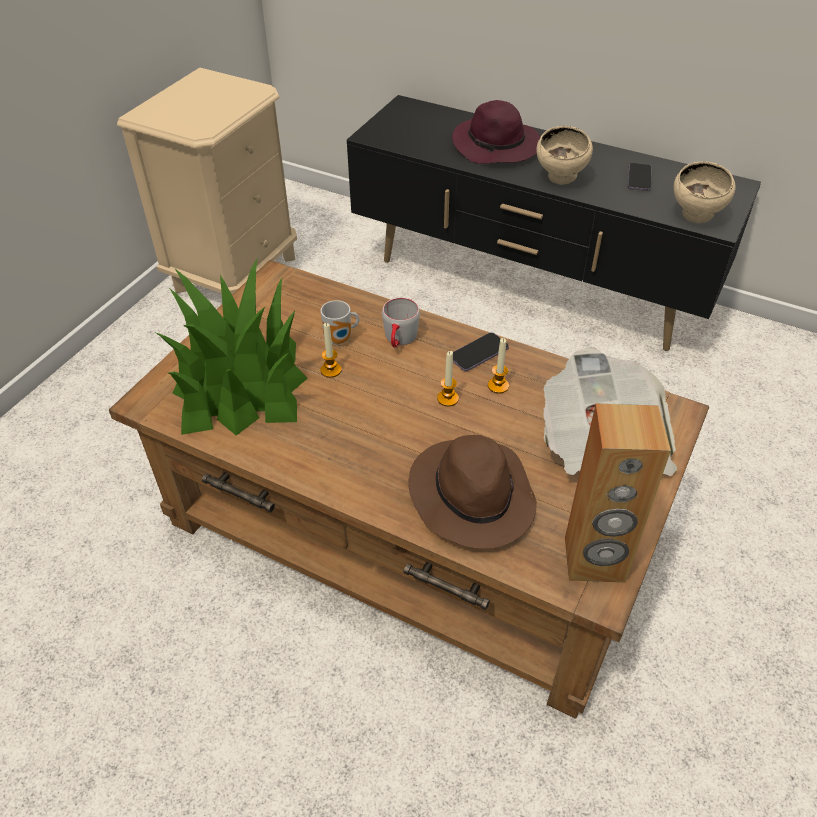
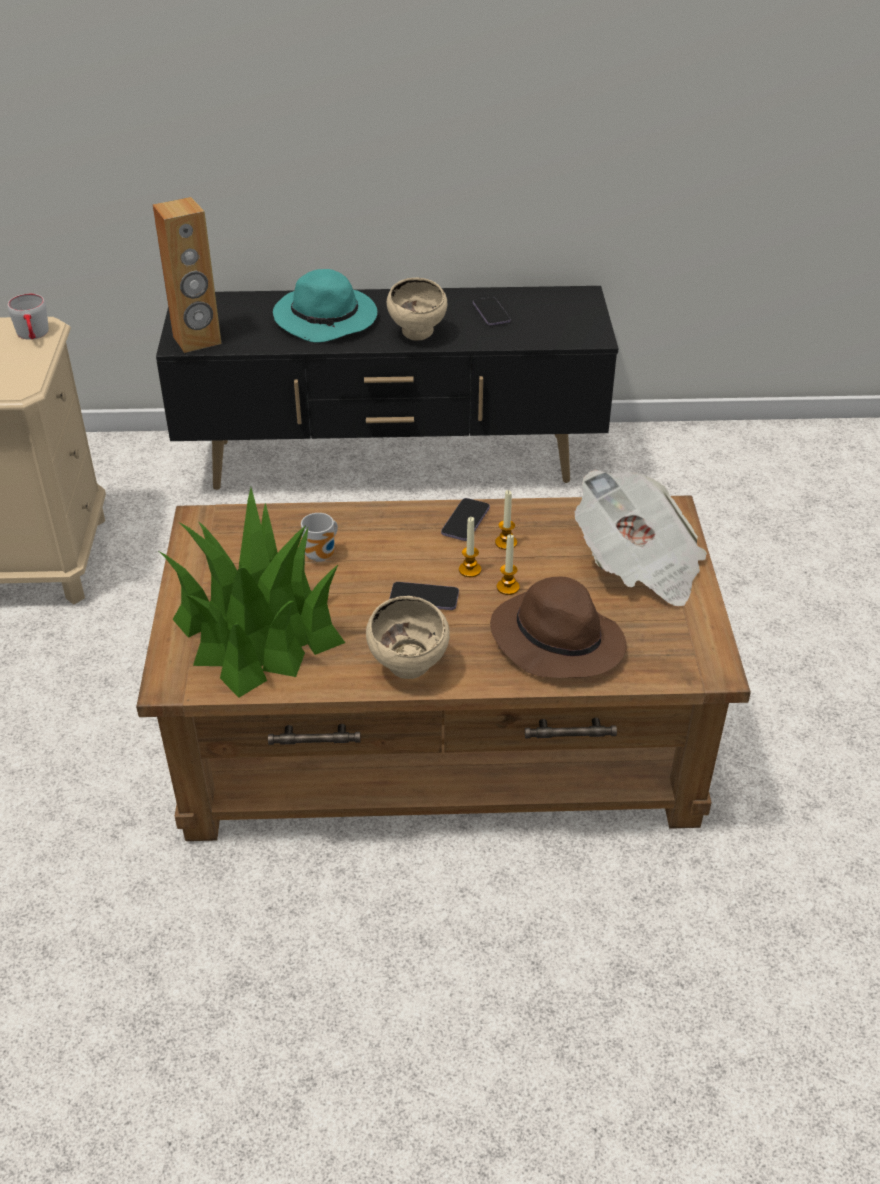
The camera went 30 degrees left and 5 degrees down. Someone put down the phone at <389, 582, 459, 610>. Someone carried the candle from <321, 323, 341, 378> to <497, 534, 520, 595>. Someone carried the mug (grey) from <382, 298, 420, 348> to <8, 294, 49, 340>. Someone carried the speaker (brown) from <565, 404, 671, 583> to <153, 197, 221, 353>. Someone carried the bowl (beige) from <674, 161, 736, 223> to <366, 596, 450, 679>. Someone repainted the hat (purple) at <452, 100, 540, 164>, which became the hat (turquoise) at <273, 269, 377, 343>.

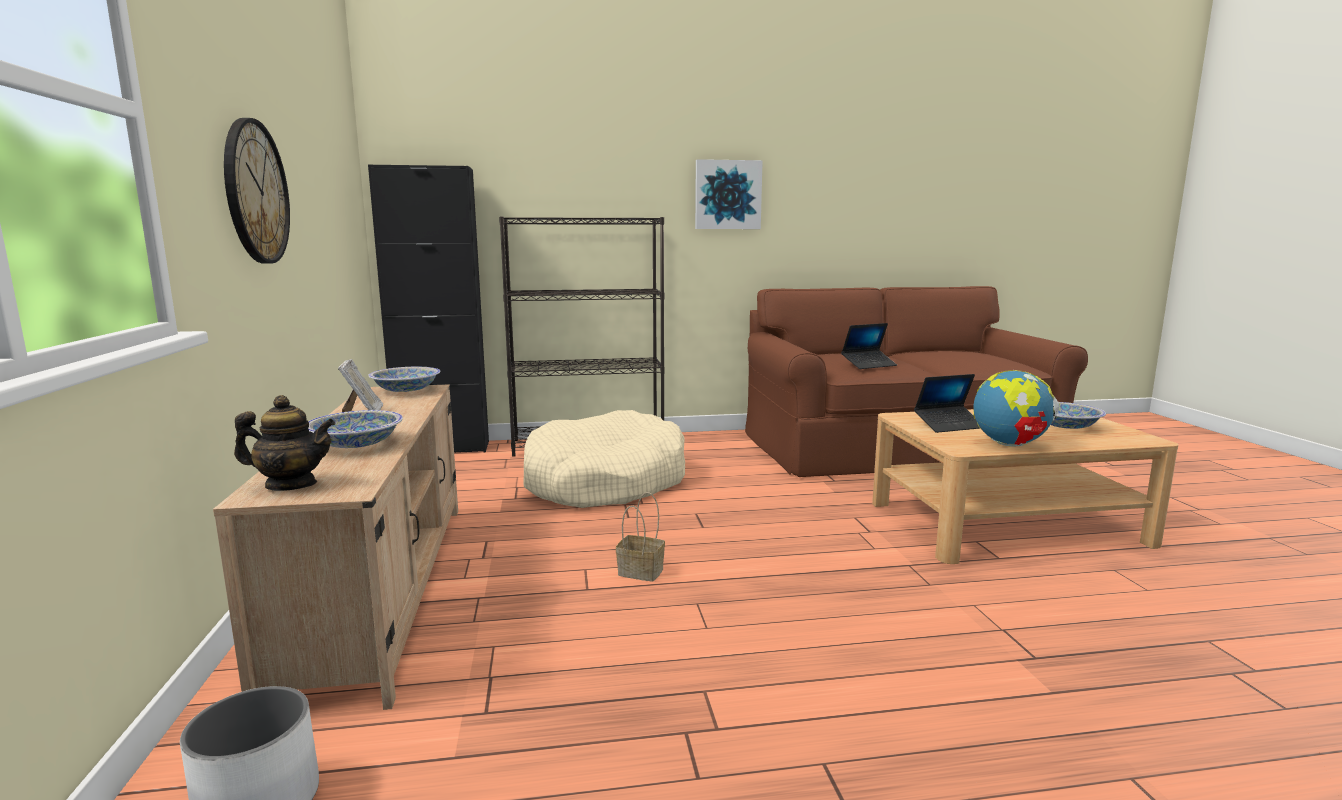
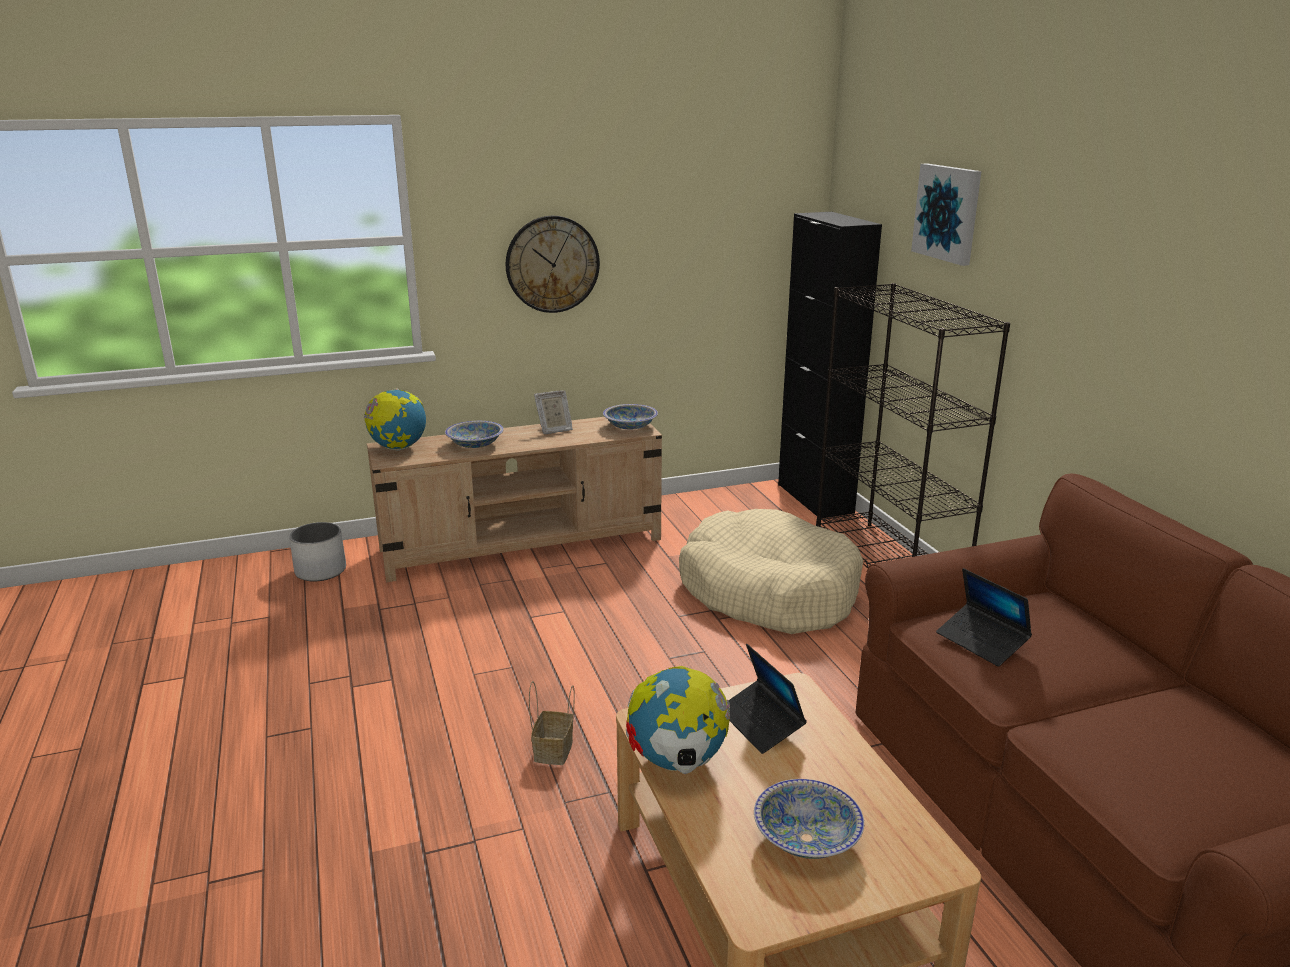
The camera went 80 degrees right and 10 degrees up. Someone carried the basket from <616, 492, 665, 582> to <529, 681, 575, 765>. Someone carried the picture from <695, 159, 763, 229> to <911, 164, 981, 266>. Someone swapped the teapot at <234, 395, 335, 491> for the globe at <364, 388, 426, 451>.

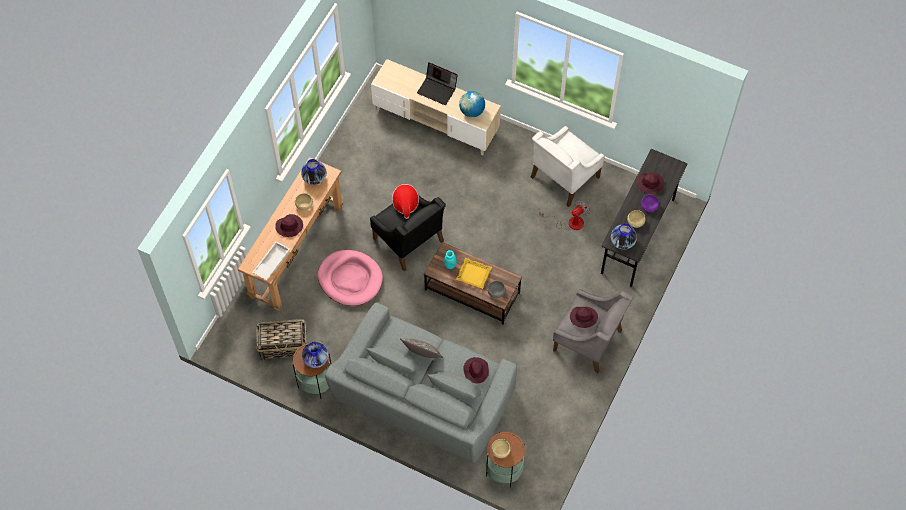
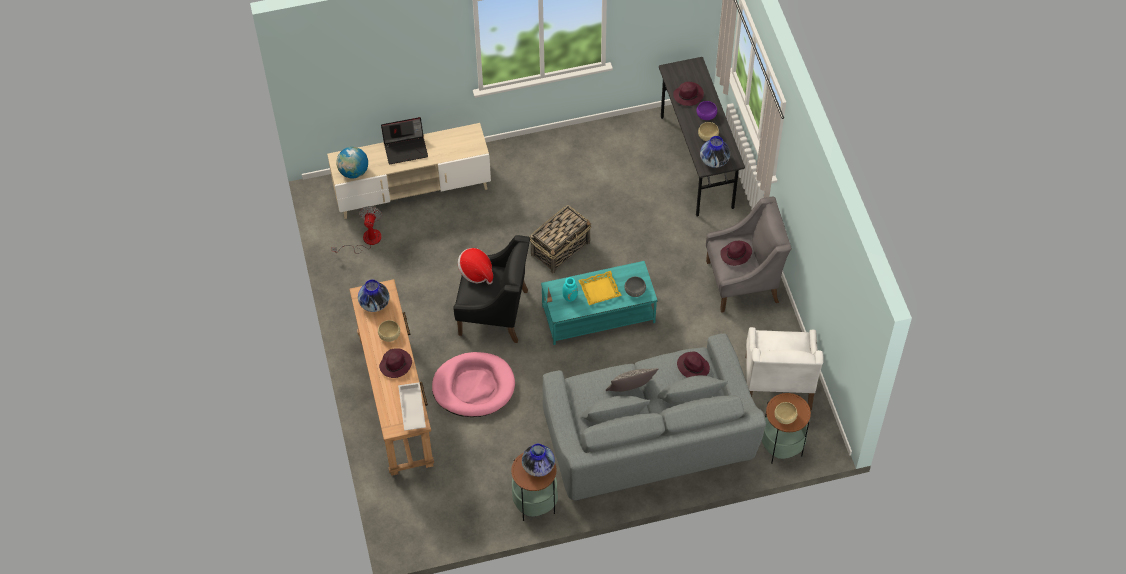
The camera went 40 degrees left and 5 degrees down. Someone carried the basket from <256, 319, 307, 361> to <529, 205, 591, 273>. Someone carried the globe from <459, 91, 485, 117> to <336, 147, 368, 178>. Someone carried the armchair (white) from <531, 126, 605, 207> to <745, 327, 824, 411>. Someone carried the fan from <540, 199, 590, 230> to <331, 206, 382, 254>. Someone repainted the coffee table (brown) at <424, 242, 522, 324>, which became the coffee table (turquoise) at <541, 261, 658, 345>.

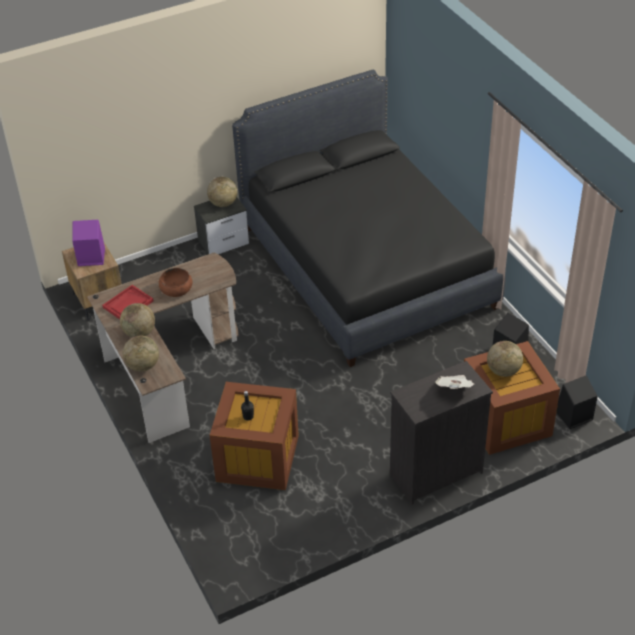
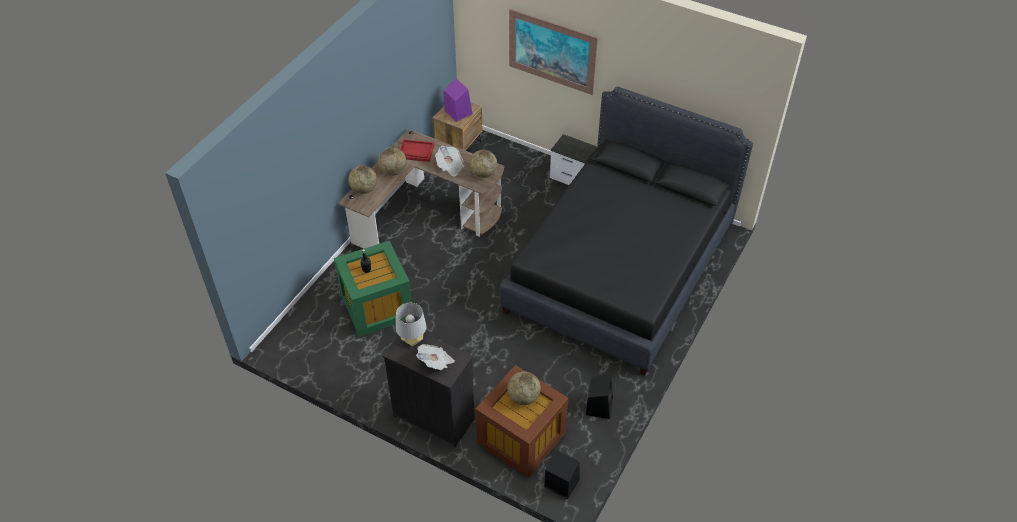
The camera went 55 degrees right and 5 degrees up. Someone put down the table lamp (grey) at <396, 303, 426, 346>. Someone put up the picture at <509, 9, 598, 95>. Someone carried the globe from <207, 177, 237, 207> to <469, 150, 497, 178>. Someone swapped the bowl (brown) at <159, 268, 192, 297> for the newspaper at <435, 146, 464, 177>. Someone repainted the storage box (brown) at <209, 382, 299, 490>, which became the storage box (green) at <334, 241, 412, 337>.

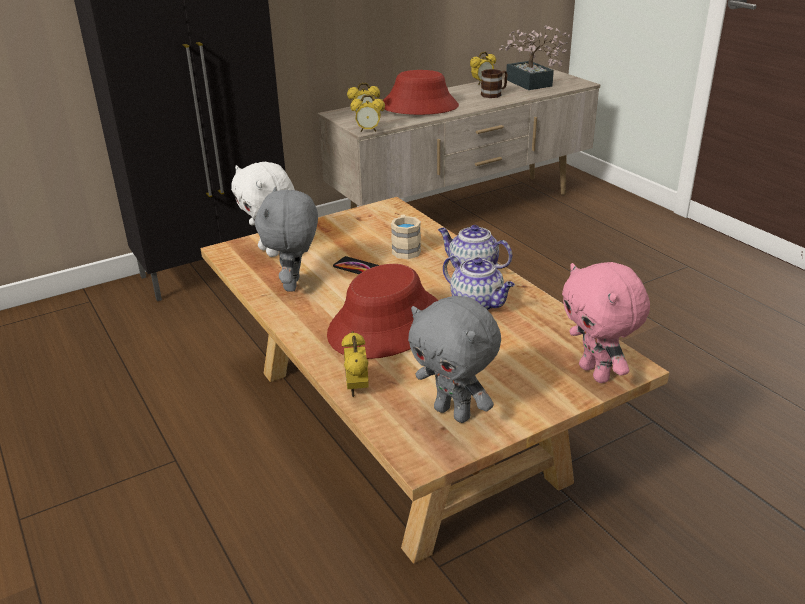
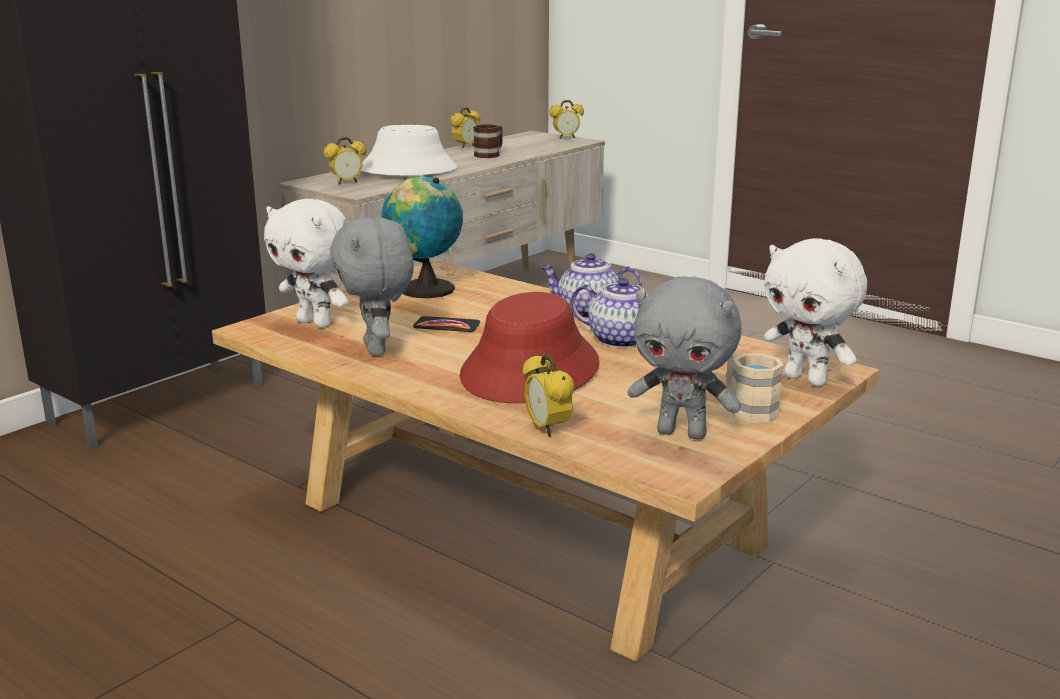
The camera went 20 degrees left and 10 degrees down. Someone took away the potted plant at <499, 25, 571, 90>. Someone put down the globe at <381, 176, 463, 298>. Someone carried the alarm clock from <350, 95, 385, 132> to <549, 100, 584, 139>. Someone carried the mug (beige) from <391, 215, 421, 259> to <726, 353, 784, 423>. Someone repainted the hat (red) at <383, 70, 459, 115>, which became the hat (white) at <361, 125, 457, 175>. Someone repainted the plush toy (pink) at <562, 262, 650, 383>, which became the plush toy (white) at <764, 238, 867, 386>.

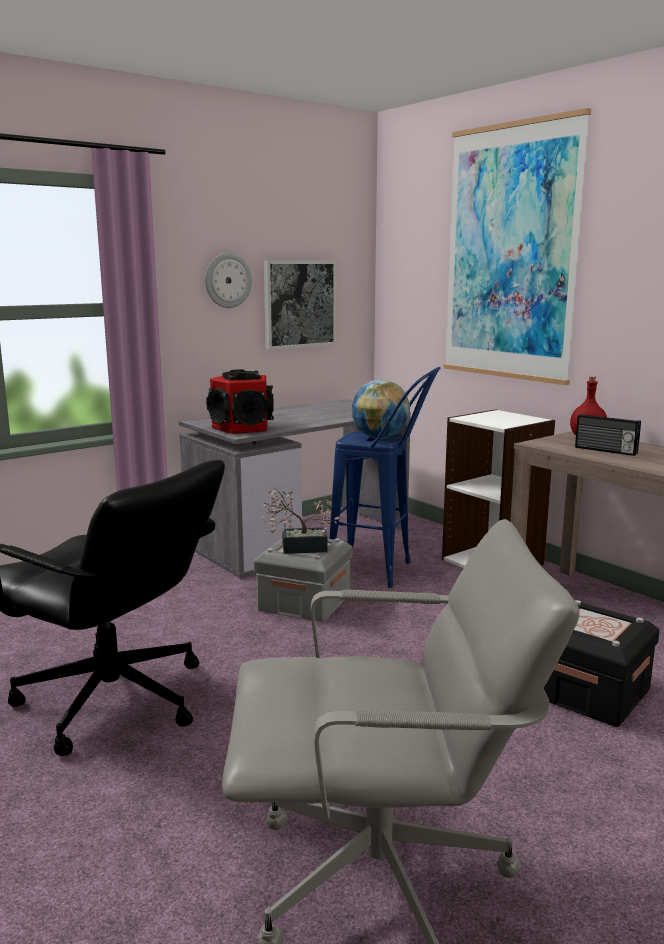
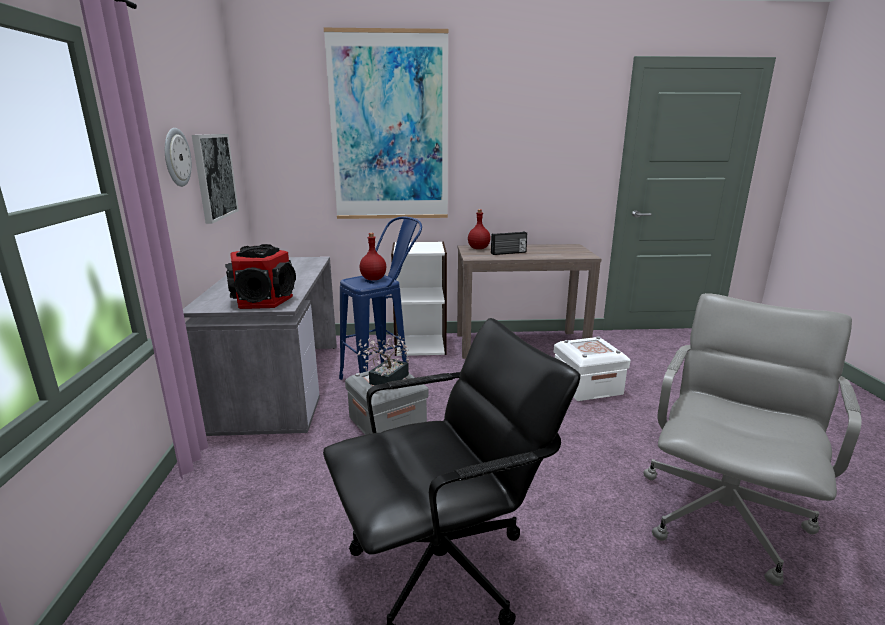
The camera went 55 degrees left and 5 degrees up. Someone swapped the globe at <352, 380, 410, 439> for the bottle (red) at <360, 233, 386, 280>. Someone repainted the storage box (black) at <544, 600, 660, 727>, which became the storage box (white) at <554, 336, 631, 401>.

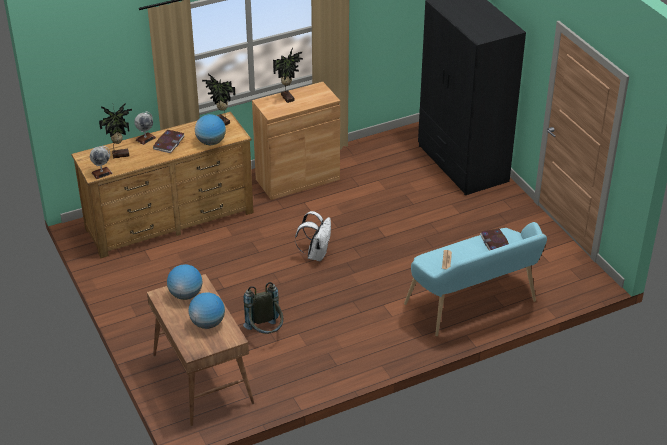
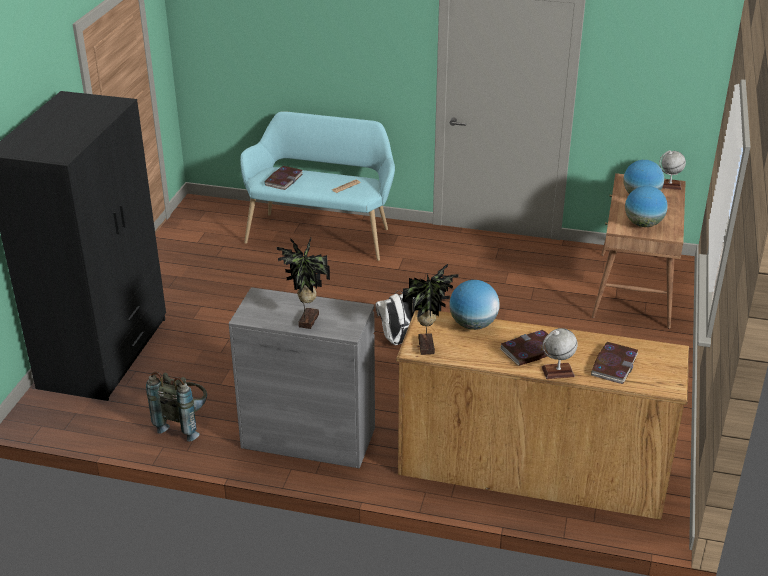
The camera went 140 degrees left and 5 degrees down. Someone carried the globe from <90, 146, 113, 179> to <659, 150, 686, 190>. Someone carried the backpack (grey) from <243, 282, 283, 334> to <146, 372, 207, 442>. Someone swapped the potted plant at <99, 104, 132, 159> for the book at <591, 342, 638, 384>. Someone repainted the cabinet (brown) at <252, 82, 340, 200>, which became the cabinet (grey) at <229, 287, 375, 469>.

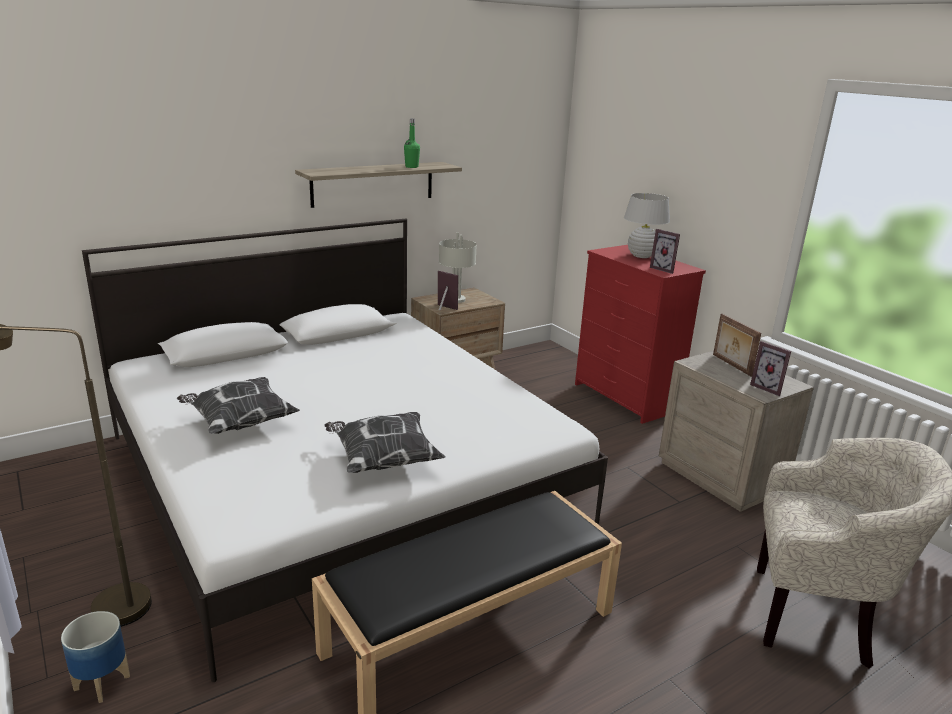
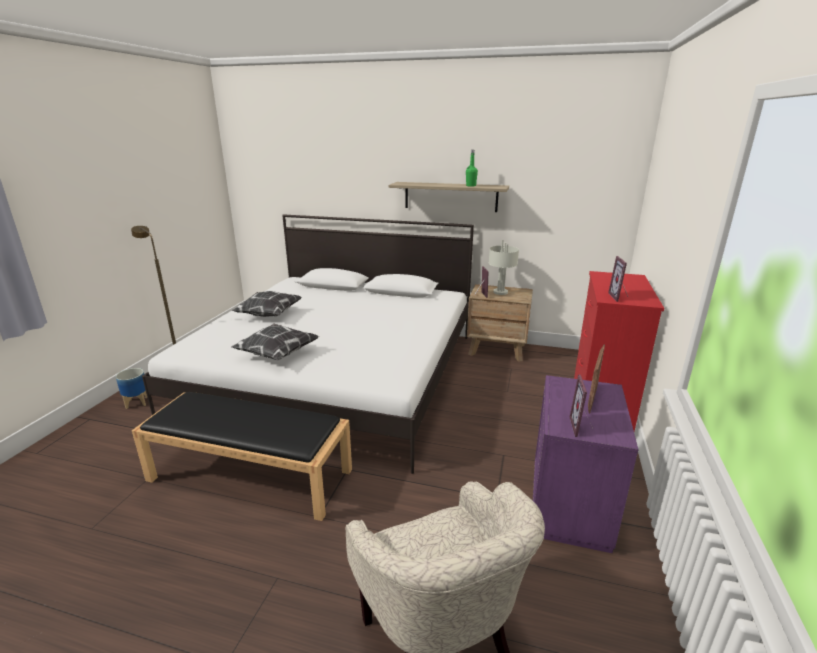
The camera went 50 degrees right and 0 degrees up. Someone took away the table lamp (white) at <624, 193, 670, 258>. Someone repainted the nightstand (beige) at <659, 351, 814, 512>, which became the nightstand (purple) at <533, 375, 639, 553>.

